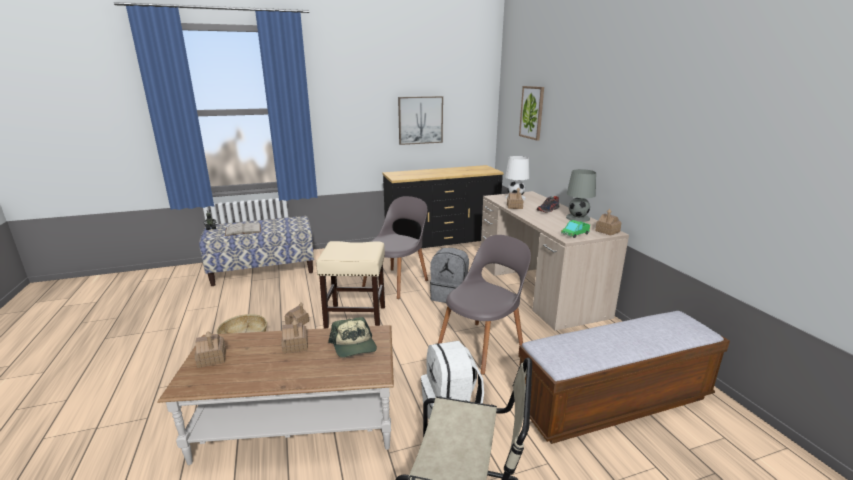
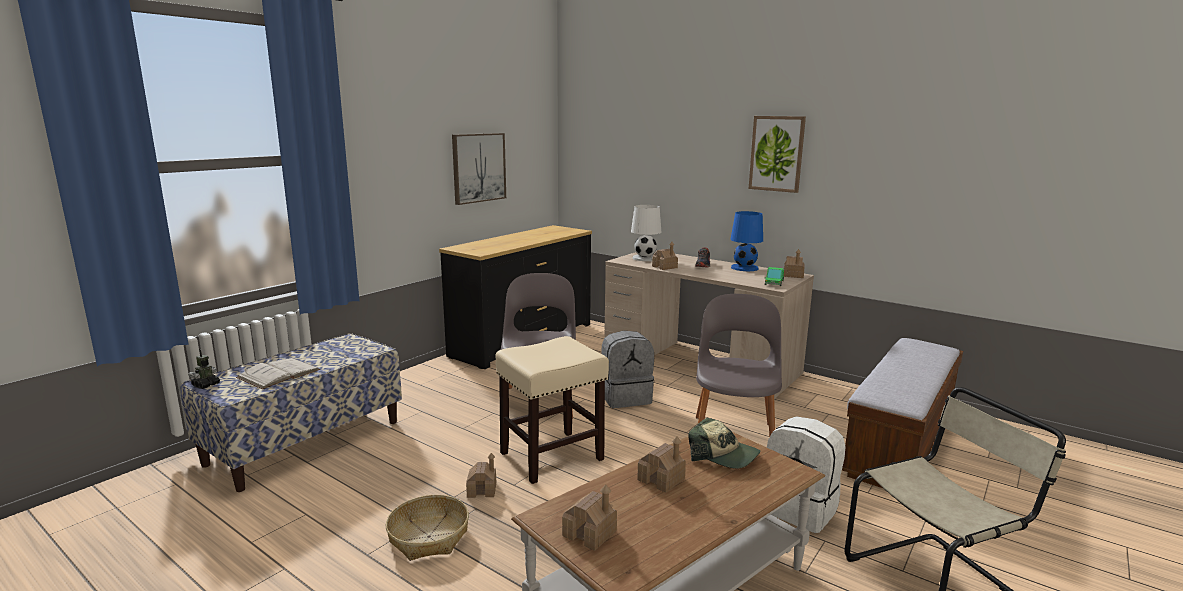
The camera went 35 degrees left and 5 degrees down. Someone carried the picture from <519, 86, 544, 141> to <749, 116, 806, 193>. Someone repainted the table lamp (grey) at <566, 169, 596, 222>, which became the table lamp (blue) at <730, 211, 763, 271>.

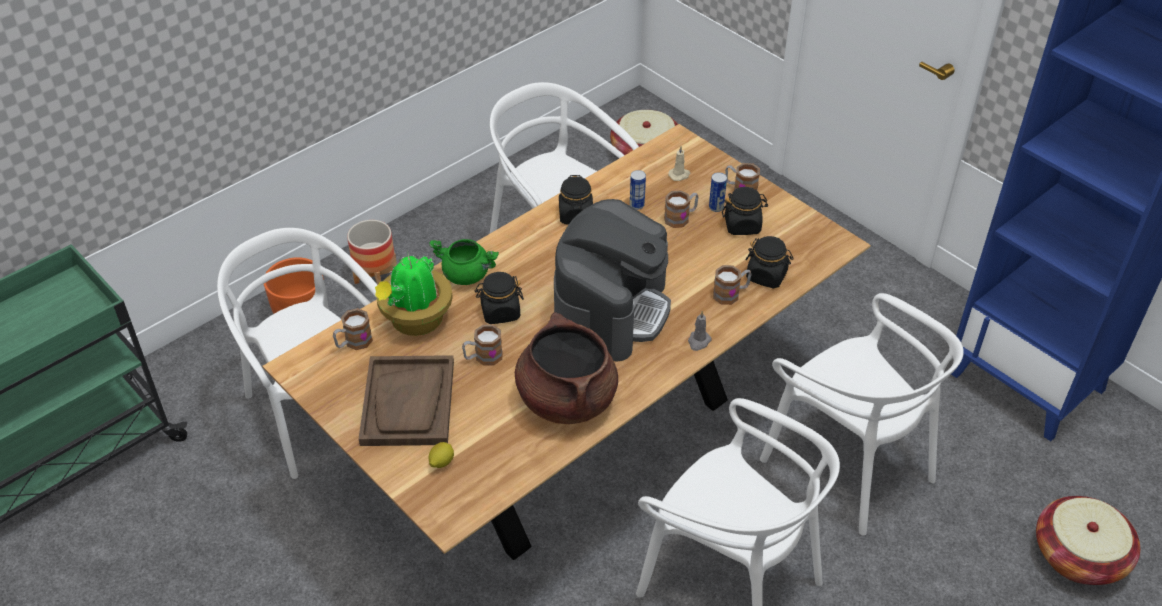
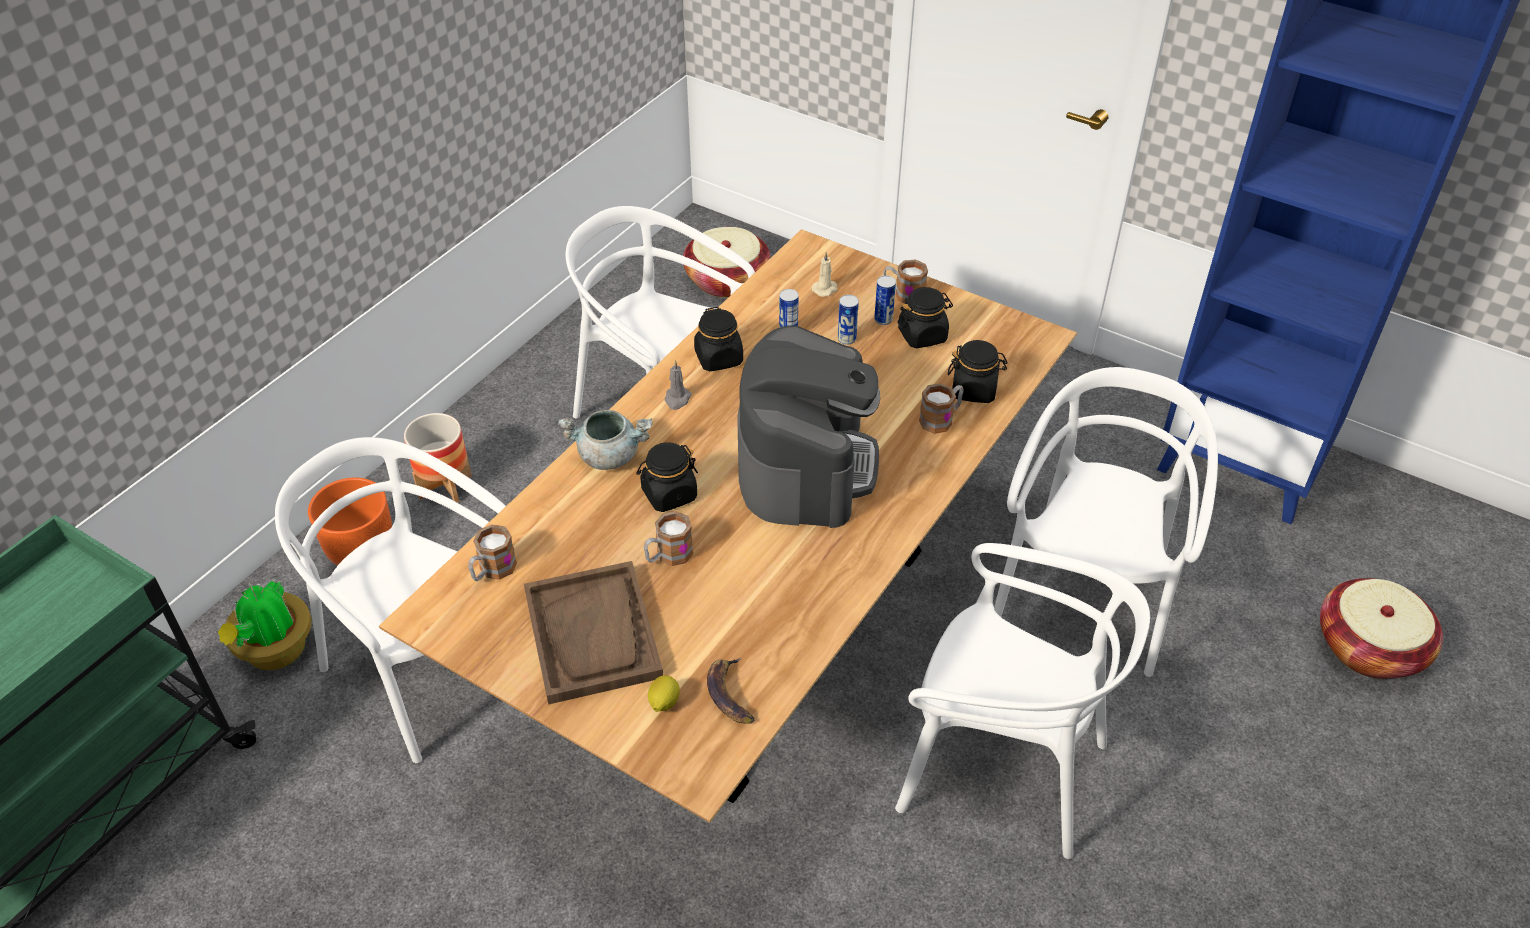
The camera went 15 degrees left and 0 degrees up. Someone took away the cooking pot (brown) at <515, 312, 618, 424>. Someone put down the banana at <707, 657, 754, 724>. Someone carried the potted plant from <375, 254, 453, 336> to <218, 580, 312, 670>. Someone carried the candle (grey) from <688, 311, 712, 351> to <665, 360, 692, 410>. Someone swapped the mug at <664, 190, 699, 228> for the can at <838, 295, 859, 345>. Someone repainted the cooking pot (green) at <429, 239, 499, 285>, which became the cooking pot (grey) at <558, 410, 652, 470>. Someone rotated the chair (white) at <760, 293, 964, 535> by 105 degrees counterclockwise.

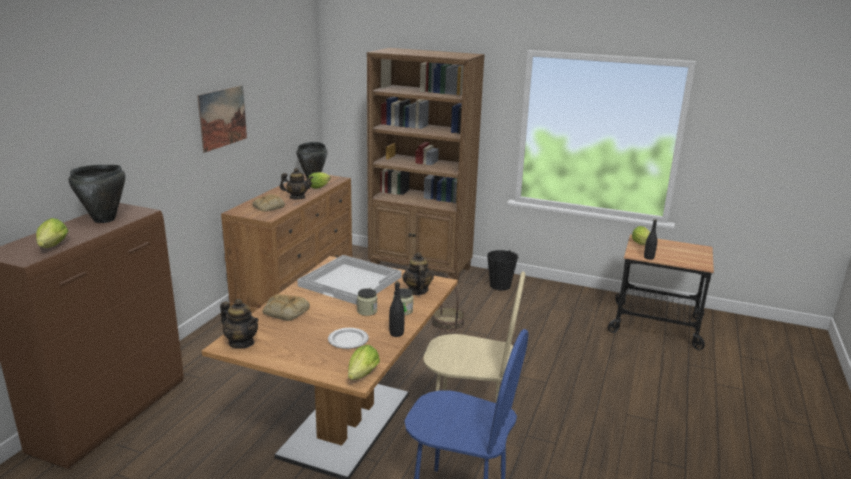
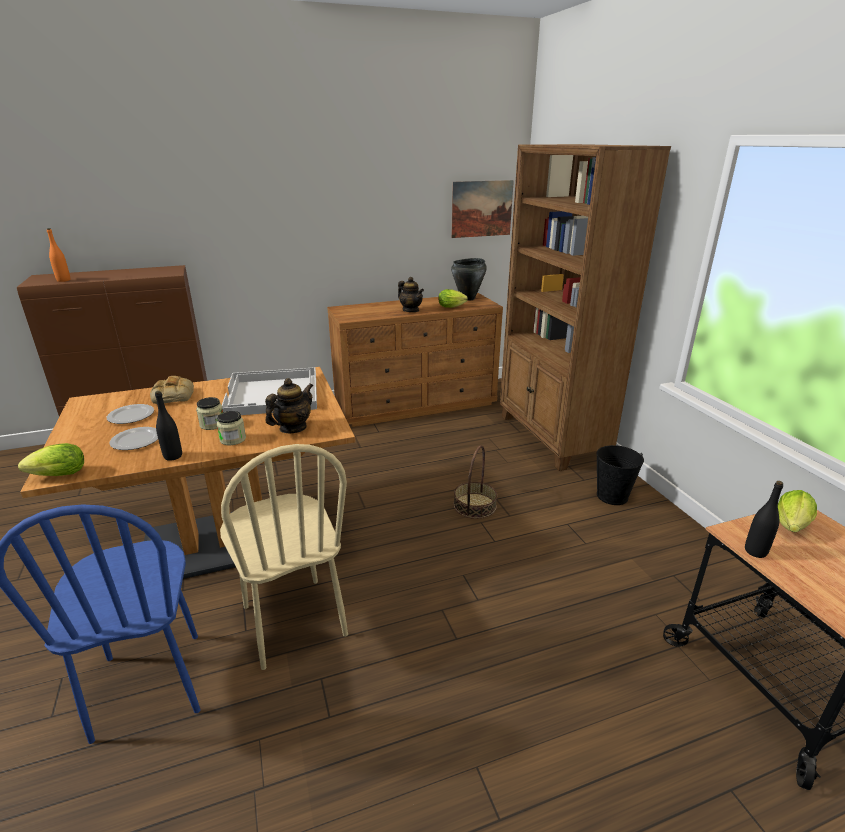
The camera went 50 degrees right and 5 degrees up. Someone took away the cooking pot (black) at <69, 165, 126, 223>. Someone took away the teapot at <220, 299, 259, 348>. Someone took away the bread at <252, 194, 285, 212>. Someone put down the plate at <106, 404, 154, 424>. Someone carried the picture from <197, 85, 247, 153> to <451, 180, 514, 238>. Someone swapped the lettuce at <36, 218, 68, 248> for the bottle (orange) at <47, 228, 70, 282>.

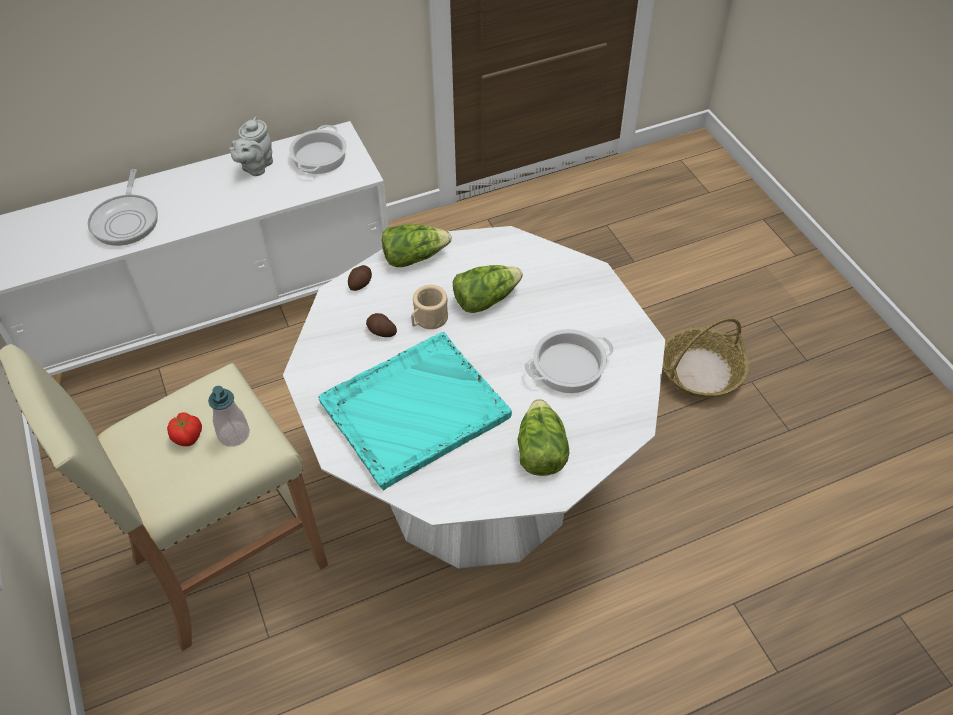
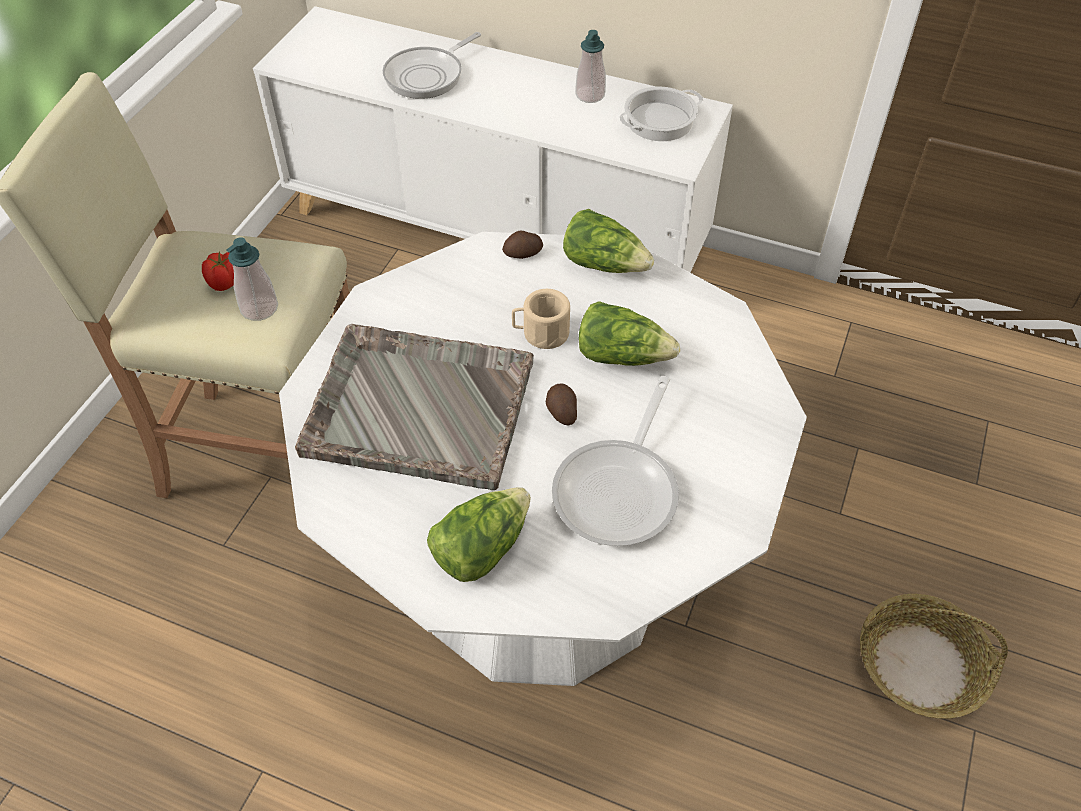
The camera went 45 degrees right and 0 degrees up. Someone carried the potato from <366, 313, 397, 337> to <546, 383, 577, 426>. Someone swapped the teapot (grey) at <229, 117, 273, 176> for the soap dispenser at <575, 30, 606, 103>. Someone swapped the cooking pot at <524, 329, 614, 393> for the frying pan at <552, 376, 679, 546>. Someone repainted the tray (turquoise) at <319, 332, 512, 490>, which became the tray (grey) at <295, 324, 534, 490>.

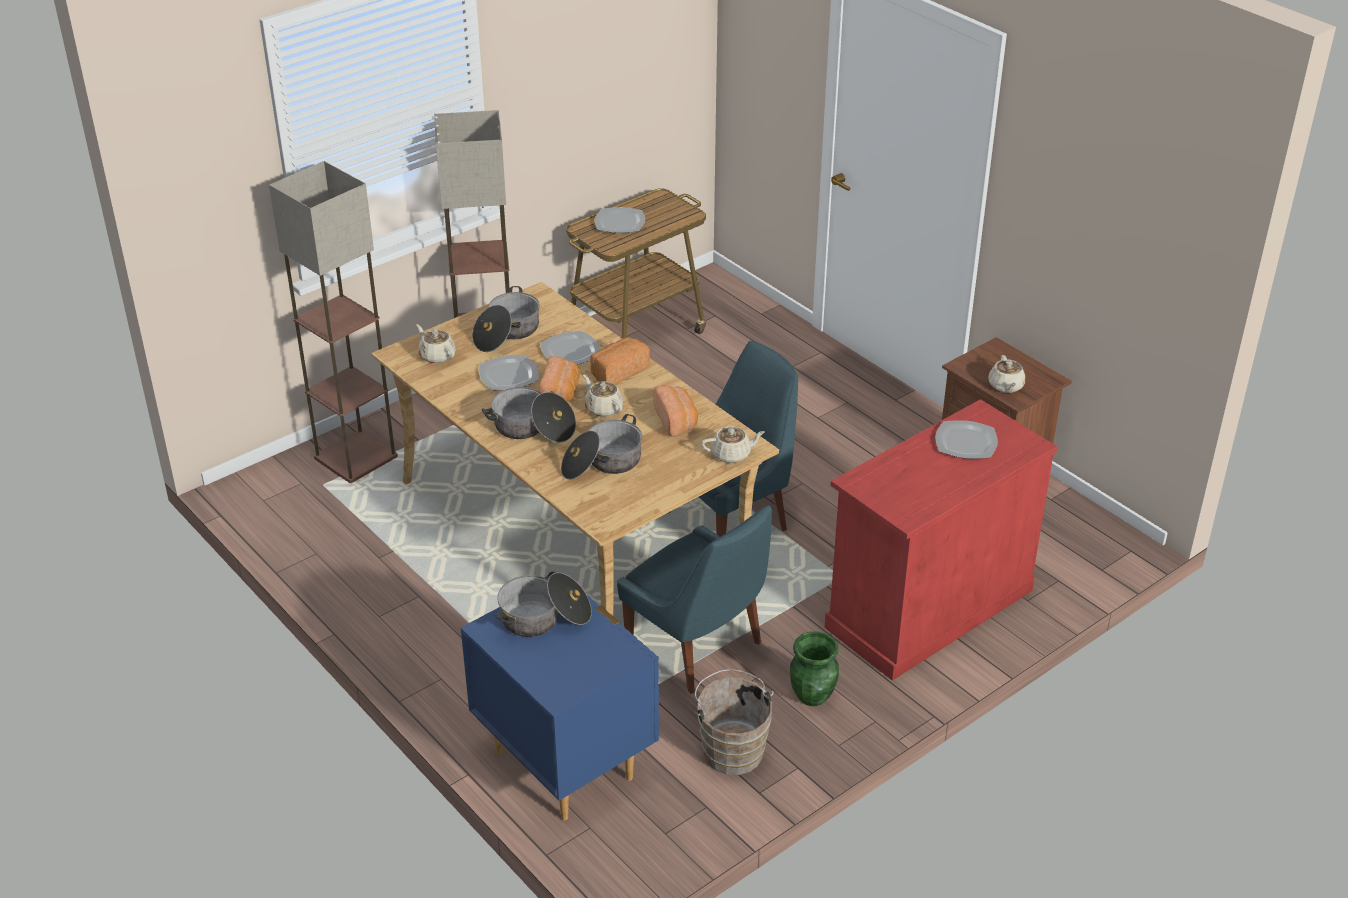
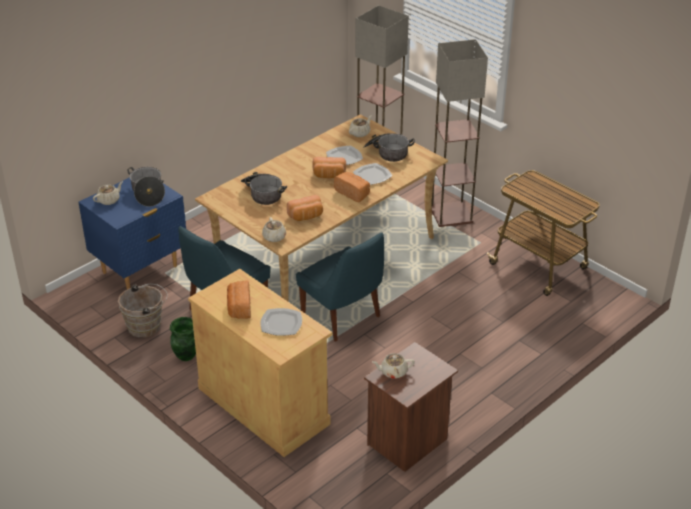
The camera went 85 degrees right and 0 degrees up. Someone took away the cooking pot at <482, 387, 576, 443>. Someone took away the plate at <595, 207, 645, 233>. Someone put down the bread at <227, 280, 251, 319>. Someone carried the teapot (beige) from <583, 375, 623, 417> to <93, 181, 123, 205>. Someone repainted the cabinet (red) at <825, 399, 1058, 681>, which became the cabinet (beige) at <188, 269, 332, 457>.

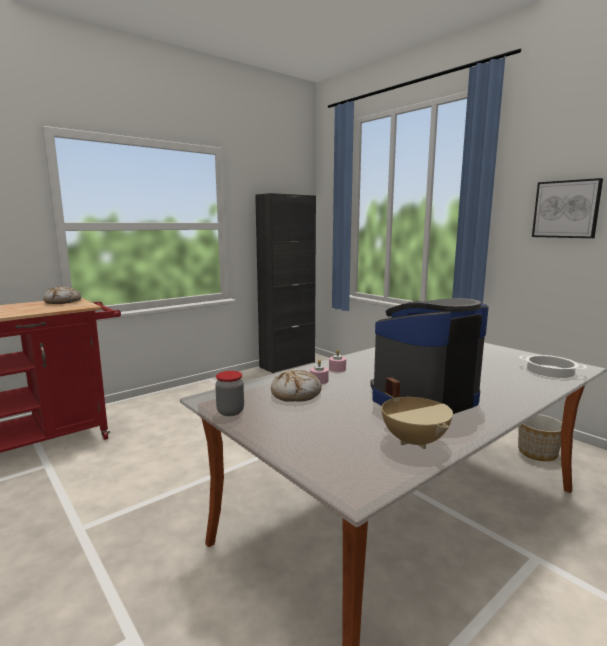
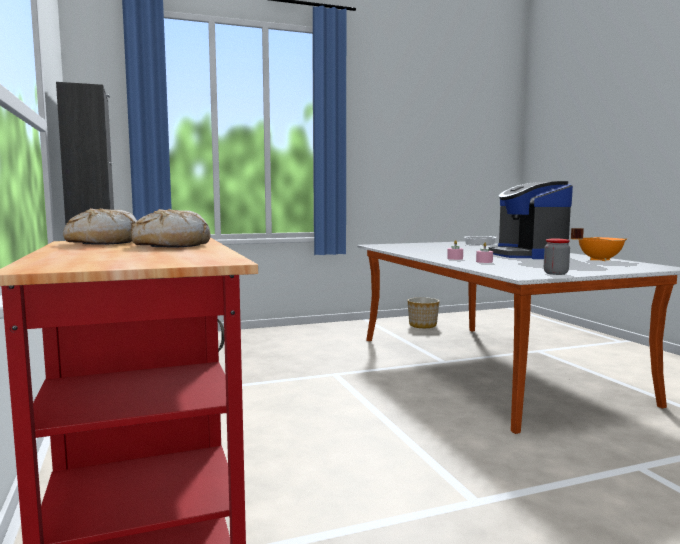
The camera went 70 degrees left and 5 degrees down. Someone took away the picture at <532, 178, 603, 238>. Someone carried the bread from <271, 370, 322, 402> to <131, 209, 210, 248>. Someone repainted the cooking pot (beige) at <381, 377, 453, 449>, which became the cooking pot (orange) at <571, 228, 627, 261>.

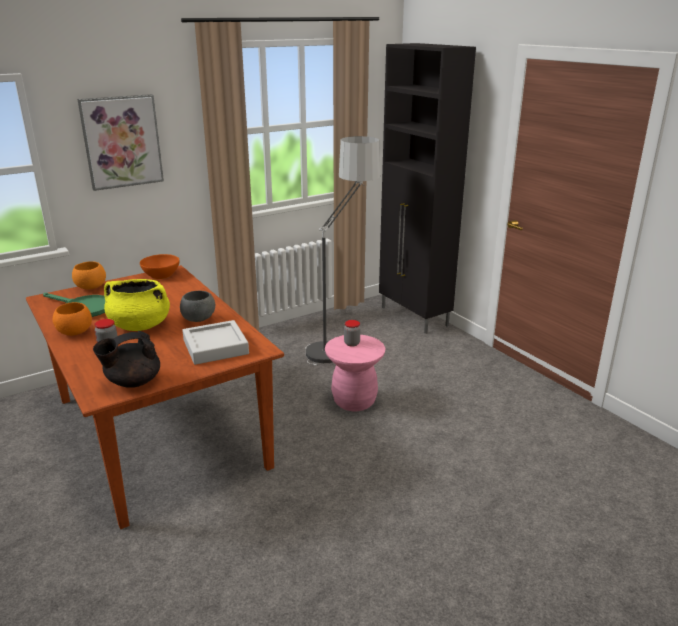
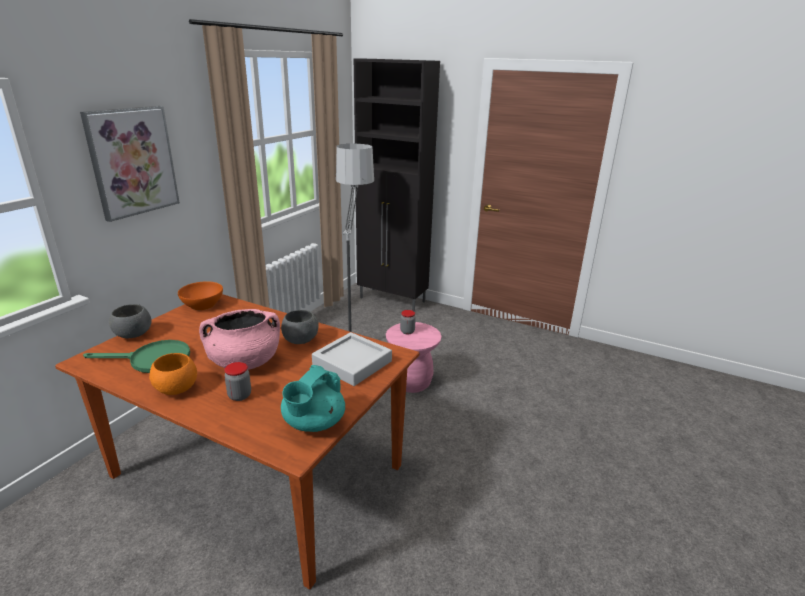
The camera went 30 degrees left and 0 degrees up. Someone repainted the bowl (orange) at <72, 261, 106, 289>, which became the bowl (grey) at <109, 304, 151, 338>. Someone repainted the teapot (black) at <93, 331, 160, 388>, which became the teapot (turquoise) at <281, 365, 345, 432>. Someone repainted the cooking pot (yellow) at <104, 279, 170, 331>, which became the cooking pot (pink) at <199, 309, 280, 370>.

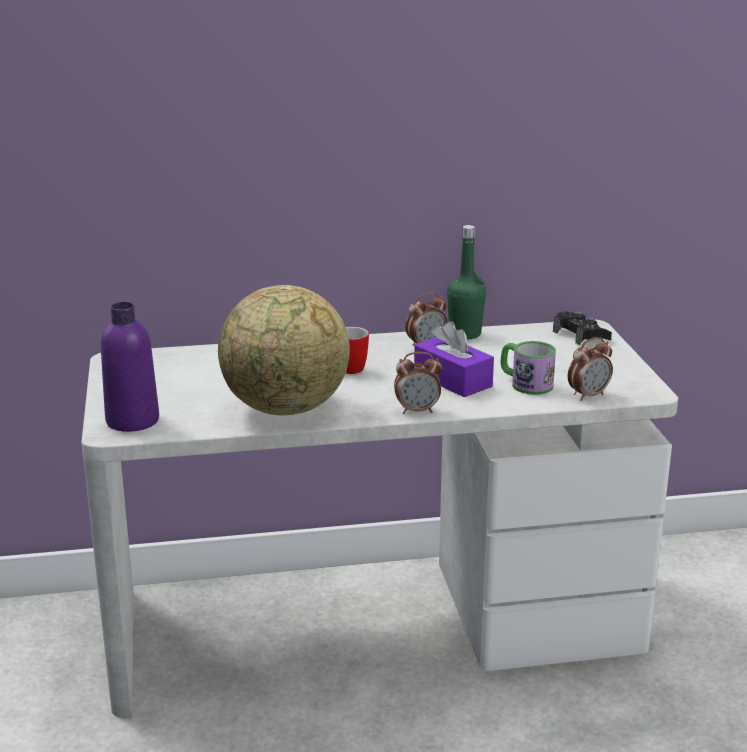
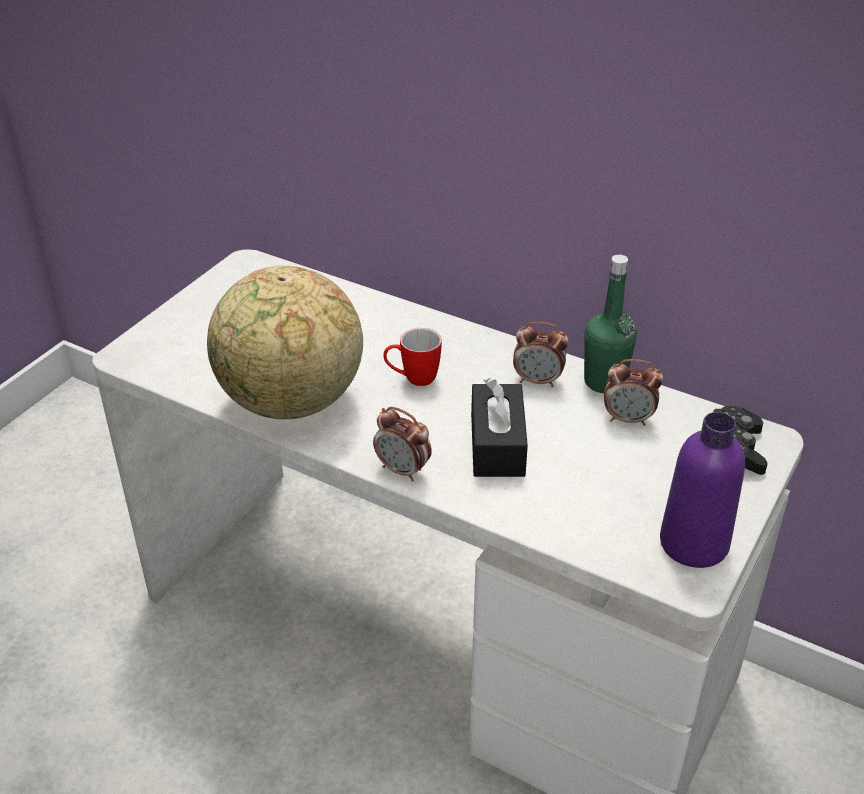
The camera went 40 degrees right and 15 degrees up. Someone took away the mug at <501, 341, 556, 395>. Someone carried the bottle (purple) from <101, 302, 159, 432> to <660, 412, 745, 568>. Someone carried the alarm clock from <568, 337, 613, 401> to <604, 359, 663, 426>. Someone repainted the tissue box (purple) at <414, 321, 494, 397>, which became the tissue box (black) at <471, 378, 528, 477>.

